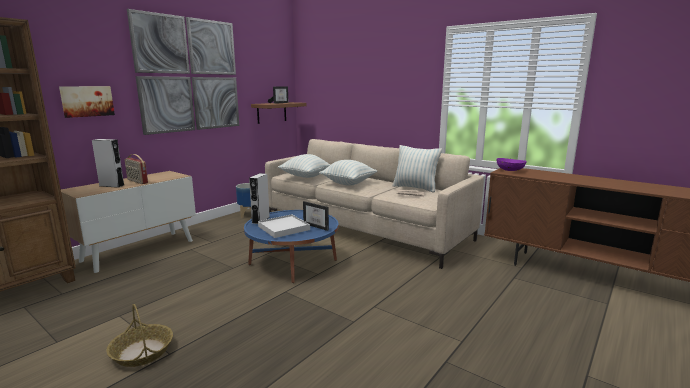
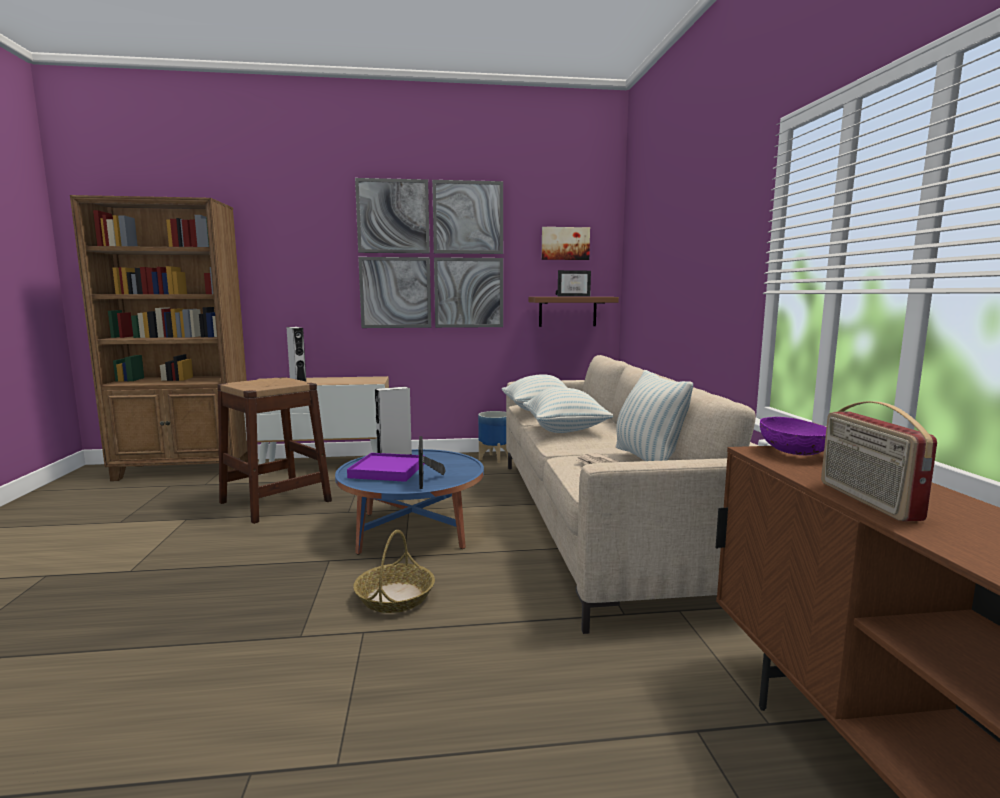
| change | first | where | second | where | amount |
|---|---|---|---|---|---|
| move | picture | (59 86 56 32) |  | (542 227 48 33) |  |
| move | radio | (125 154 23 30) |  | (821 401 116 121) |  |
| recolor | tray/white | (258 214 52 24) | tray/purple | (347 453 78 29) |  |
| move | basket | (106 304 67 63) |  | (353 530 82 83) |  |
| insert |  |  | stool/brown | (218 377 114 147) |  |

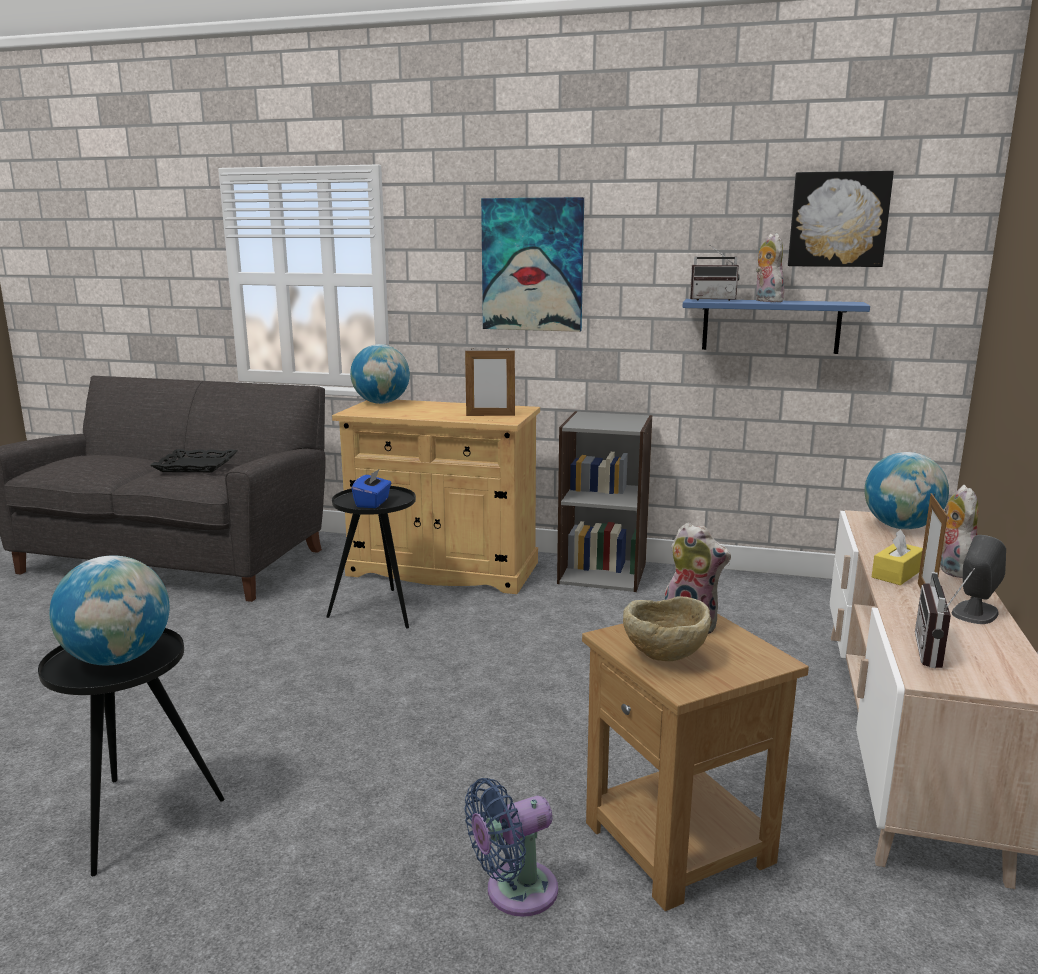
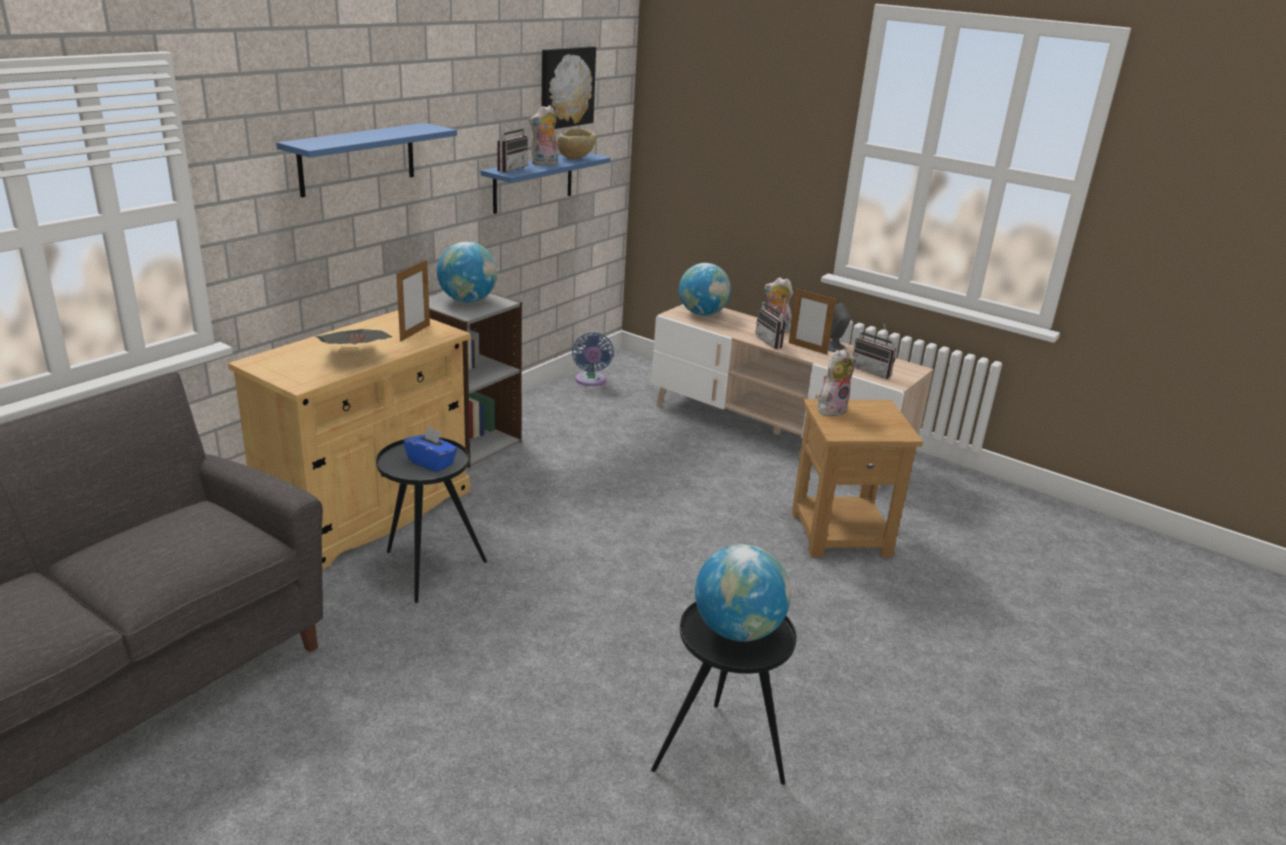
| change | first | where | second | where | amount |
|---|---|---|---|---|---|
| replace | picture | (481 197 103 135) | shelf/blue | (276 123 181 74) |  |
| rotate | plush toy | (756 233 28 69) |  | (529 105 29 61) | 45 degrees counterclockwise |
| move | globe | (350 344 60 60) |  | (437 242 61 60) |  |
| delete | tray/black | (150 449 88 23) |  |  |  |
| replace | tissue box/yellow | (872 529 51 56) | radio | (755 299 31 50) |  |
| move | bowl/beige | (623 597 88 64) |  | (557 128 39 31) |  |
| move | fan/blue | (464 778 94 139) |  | (572 332 42 54) |  |
| insert |  |  | newspaper | (315 329 77 16) |  |

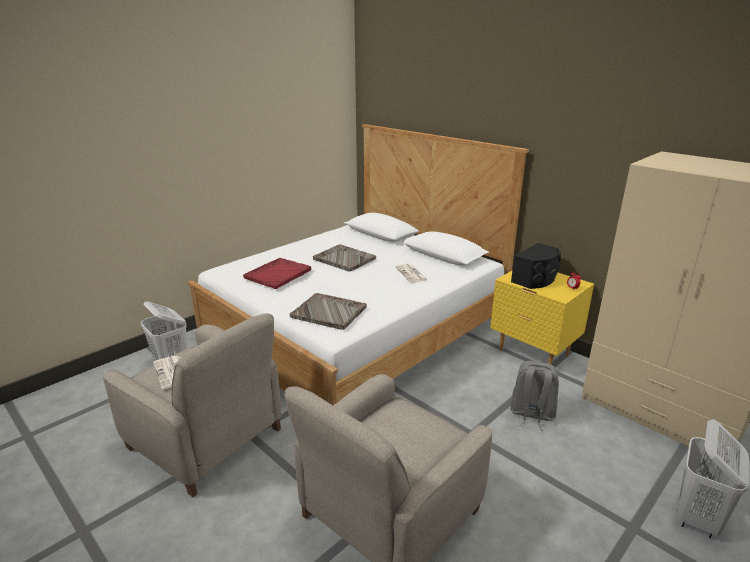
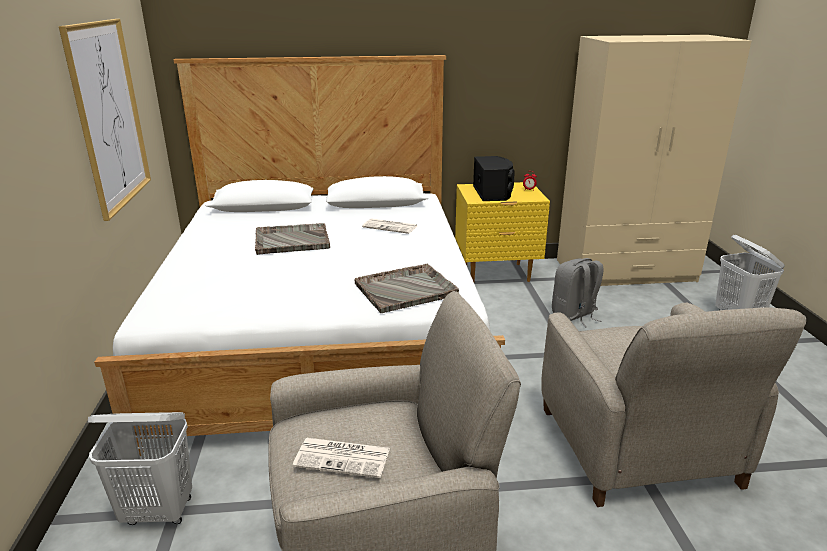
| change | first | where | second | where | amount |
|---|---|---|---|---|---|
| delete | tray/red | (243 258 68 31) |  |  |  |
| insert |  |  | picture | (59 19 92 202) |  |

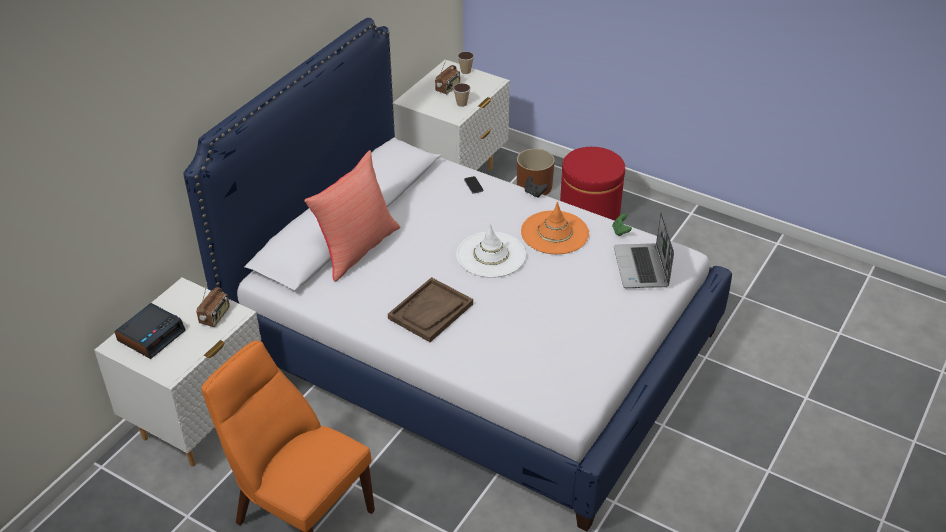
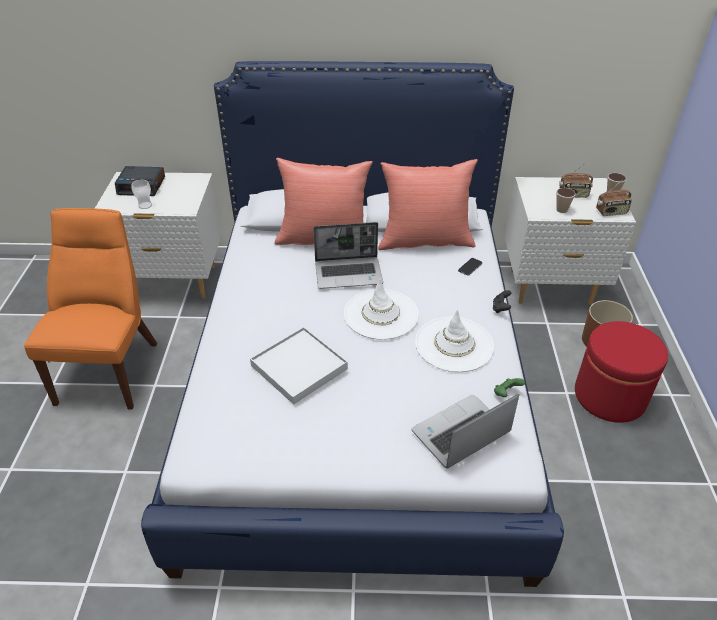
| change | first | where | second | where | amount |
|---|---|---|---|---|---|
| recolor | hat/orange | (521 202 68 52) | hat/white | (415 310 79 62) |  |
| delete | tray/brown | (388 277 85 65) |  |  |  |
| move | radio | (196 282 34 45) |  | (596 181 36 35) |  |
| insert |  |  | pillow/red | (378 159 100 91) |  |
| insert |  |  | cup | (132 180 20 29) |  |
| insert |  |  | laptop | (313 222 70 67) |  |
| insert |  |  | tray/white | (250 327 98 78) |  |

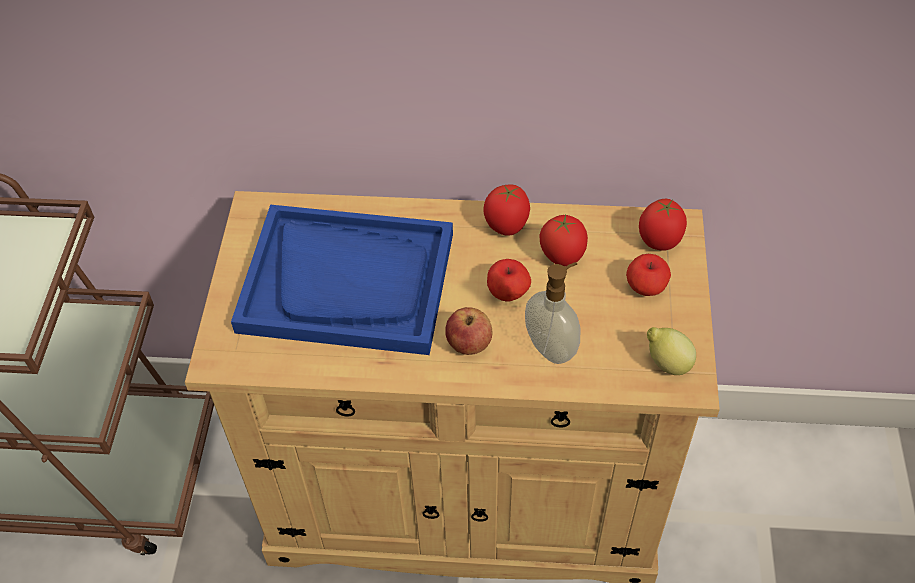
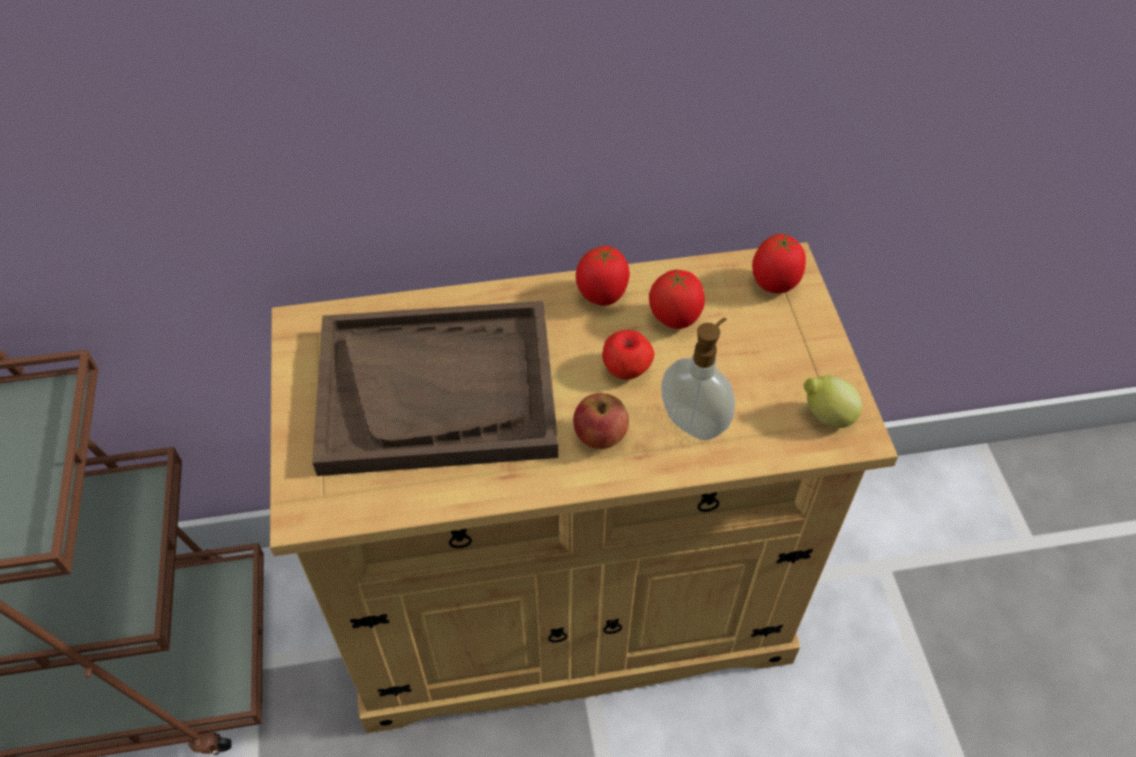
| change | first | where | second | where | amount |
|---|---|---|---|---|---|
| recolor | tray/blue | (231 205 222 150) | tray/brown | (312 301 246 175) |  |
| delete | apple | (626 254 45 42) |  |  |  |

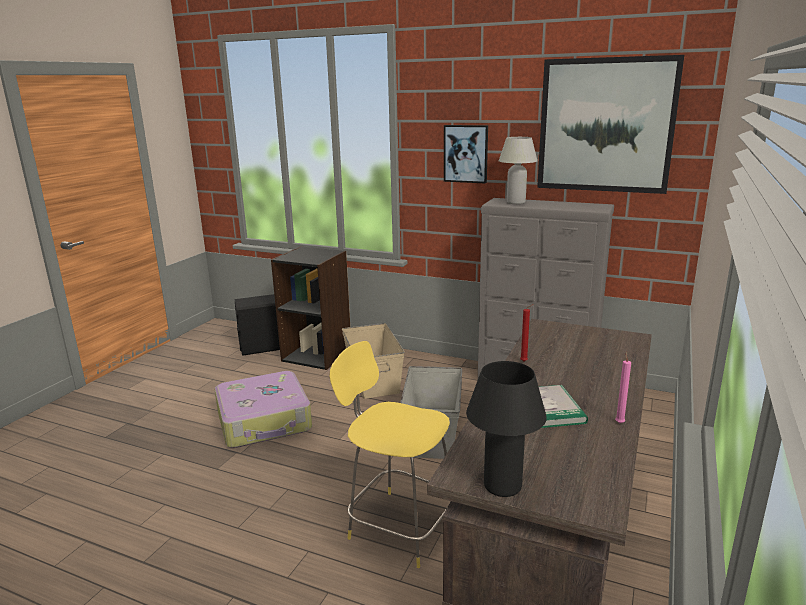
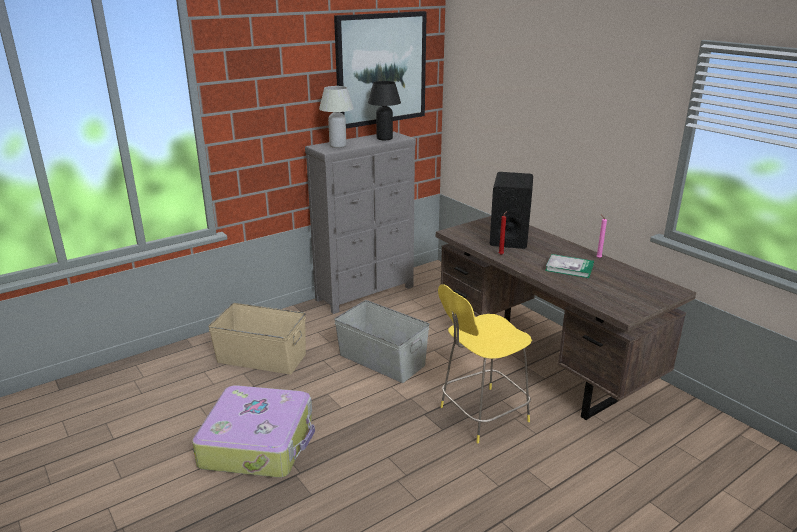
| change | first | where | second | where | amount |
|---|---|---|---|---|---|
| delete | picture | (444 125 44 59) |  |  |  |
| delete | bookcase/black | (271 246 79 124) |  |  |  |
| move | speaker/black | (234 294 46 62) |  | (490 172 43 77) |  |
| move | table lamp/black | (466 361 81 136) |  | (368 81 33 59) |  |

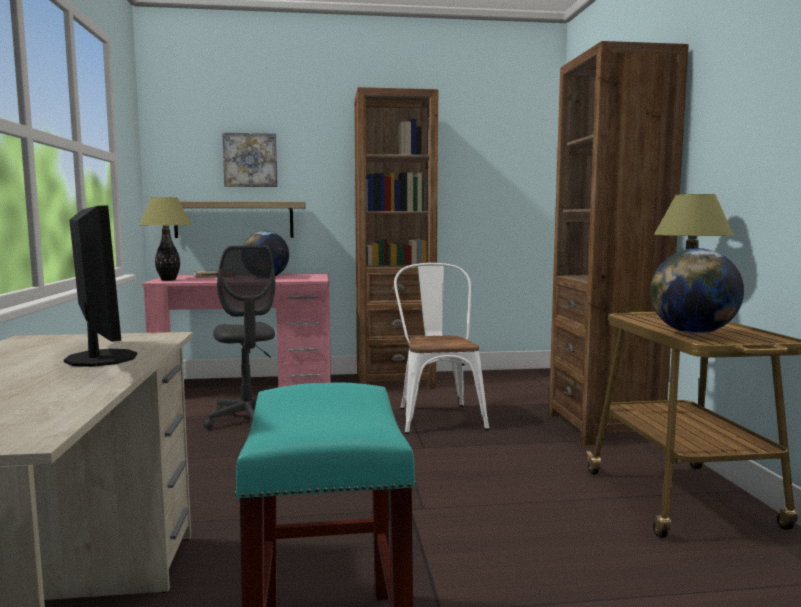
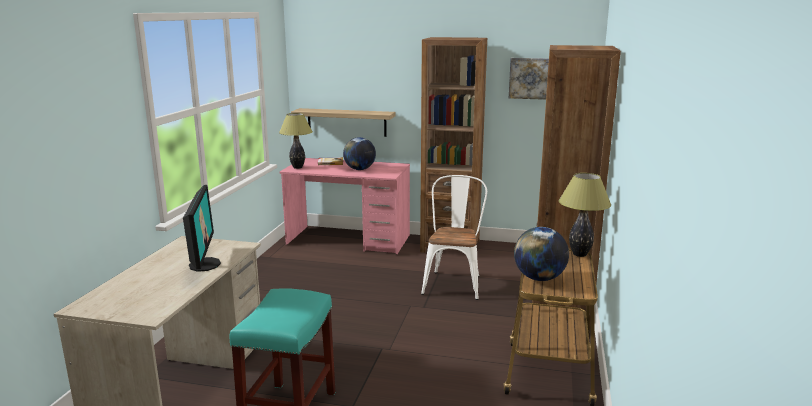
| change | first | where | second | where | amount |
|---|---|---|---|---|---|
| move | picture | (222 133 56 54) |  | (509 58 40 42) |  |
| delete | office chair/grey | (204 245 71 185) |  |  |  |

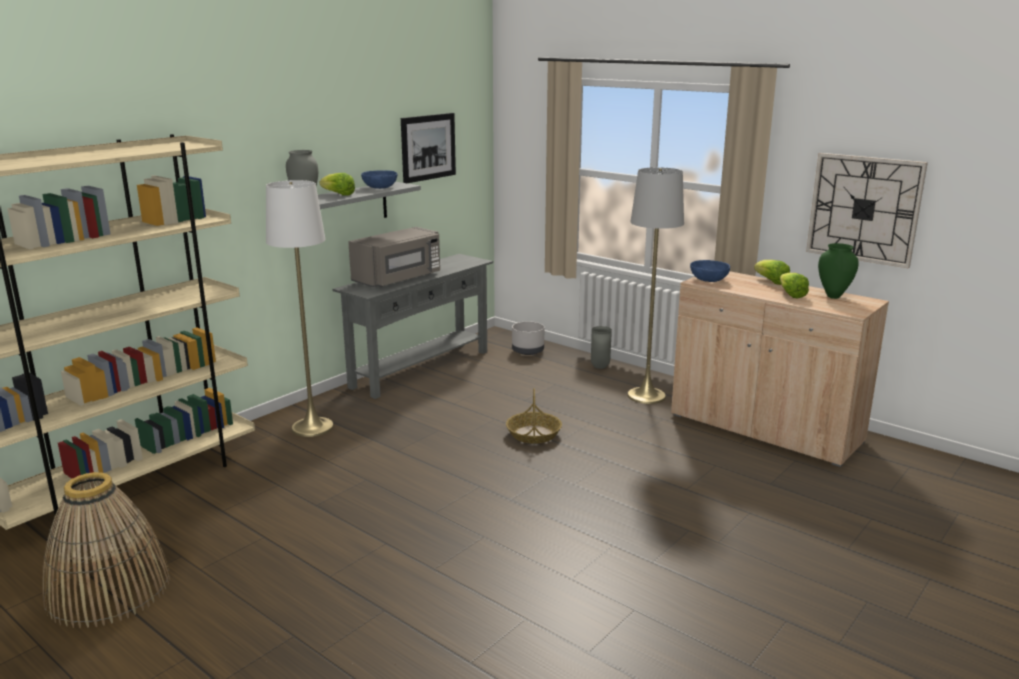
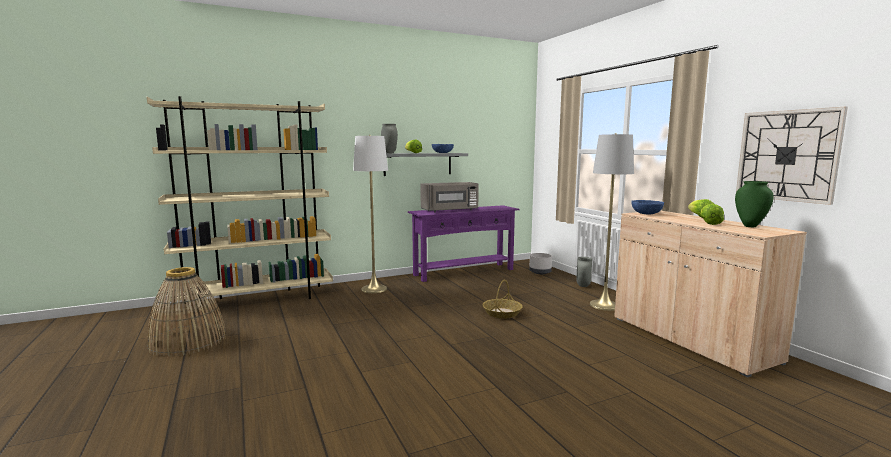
| change | first | where | second | where | amount |
|---|---|---|---|---|---|
| delete | picture | (401 113 55 70) |  |  |  |
| recolor | console table/grey | (332 254 161 145) | console table/purple | (408 205 111 77) |  |

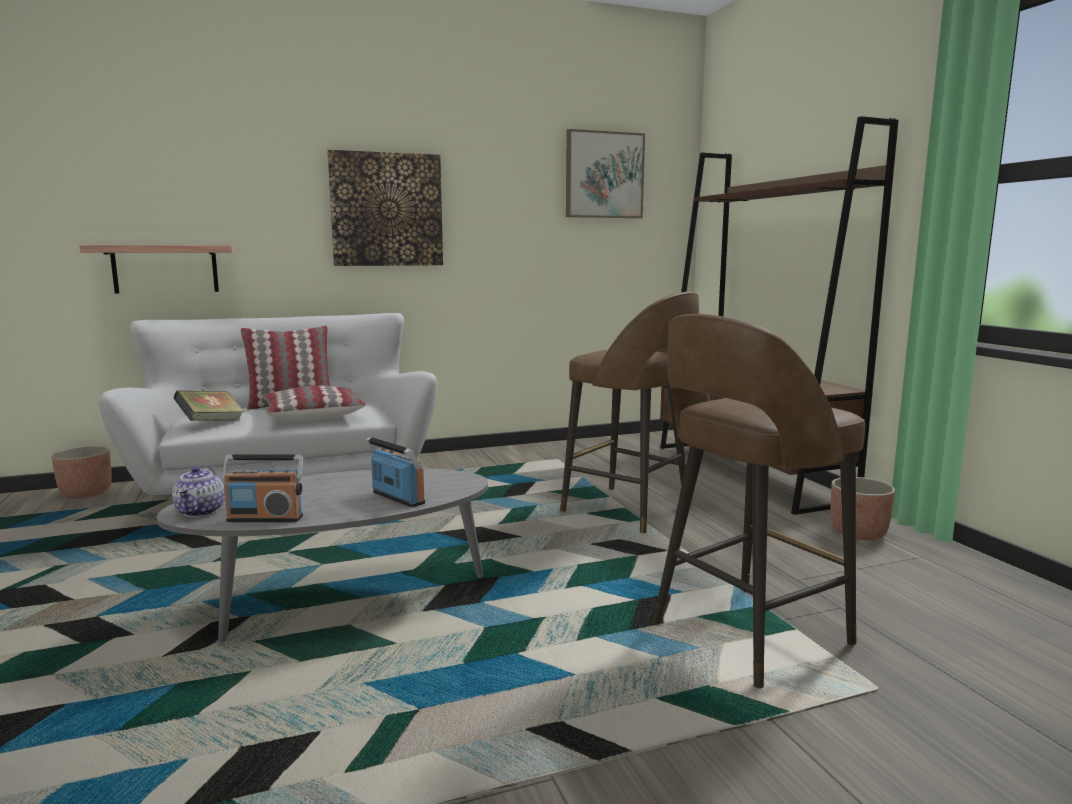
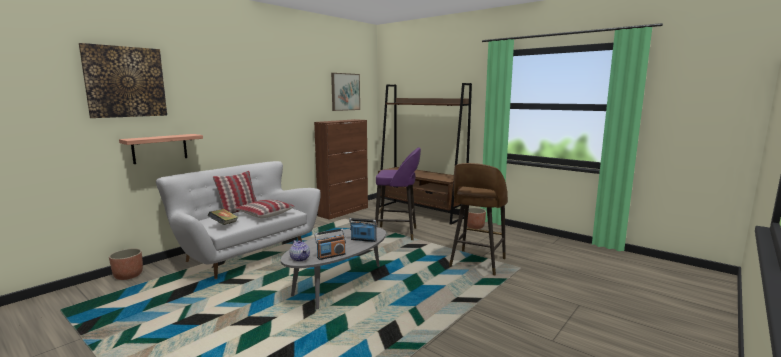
| change | first | where | second | where | amount |
|---|---|---|---|---|---|
| move | picture | (327 150 116 116) |  | (79 43 88 75) |  |
| recolor | stool/brown | (560 292 139 241) | stool/purple | (375 147 46 93) |  |
| insert |  |  | cabinet/brown | (314 119 54 101) |  |

